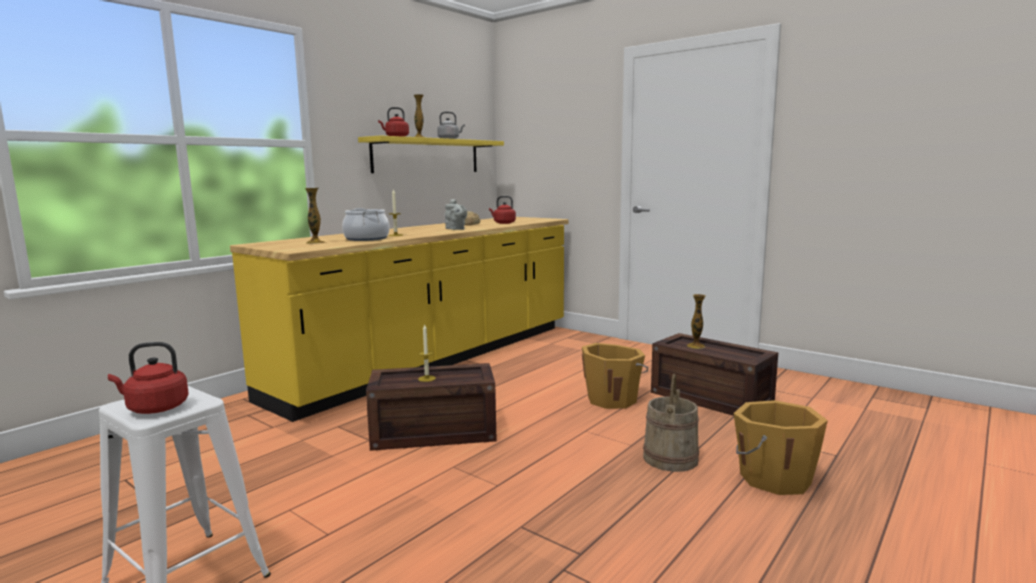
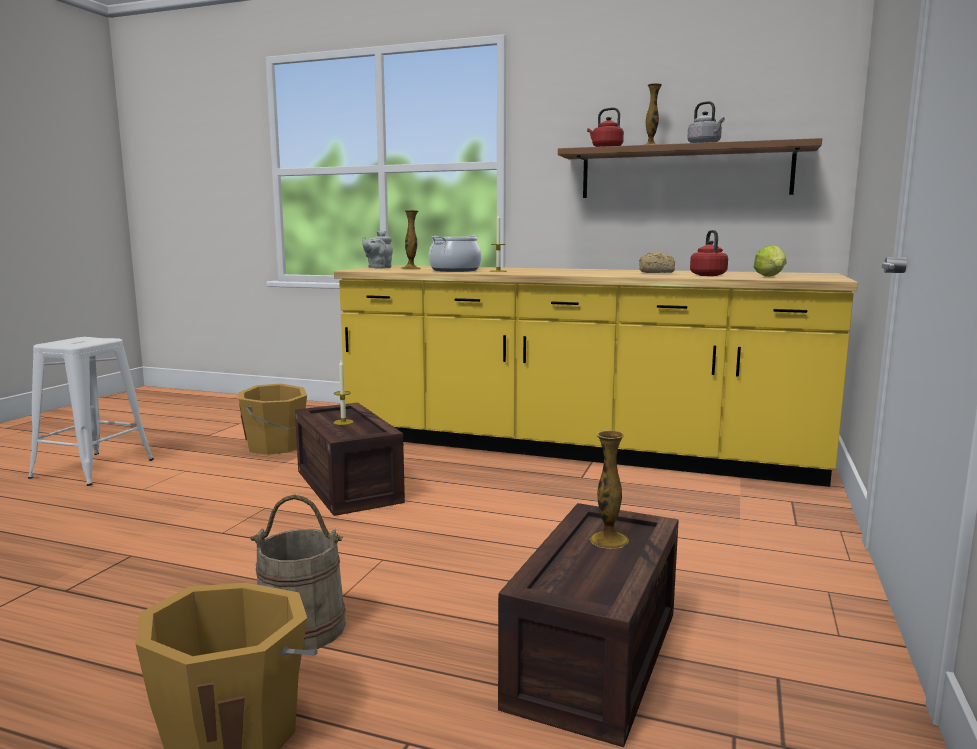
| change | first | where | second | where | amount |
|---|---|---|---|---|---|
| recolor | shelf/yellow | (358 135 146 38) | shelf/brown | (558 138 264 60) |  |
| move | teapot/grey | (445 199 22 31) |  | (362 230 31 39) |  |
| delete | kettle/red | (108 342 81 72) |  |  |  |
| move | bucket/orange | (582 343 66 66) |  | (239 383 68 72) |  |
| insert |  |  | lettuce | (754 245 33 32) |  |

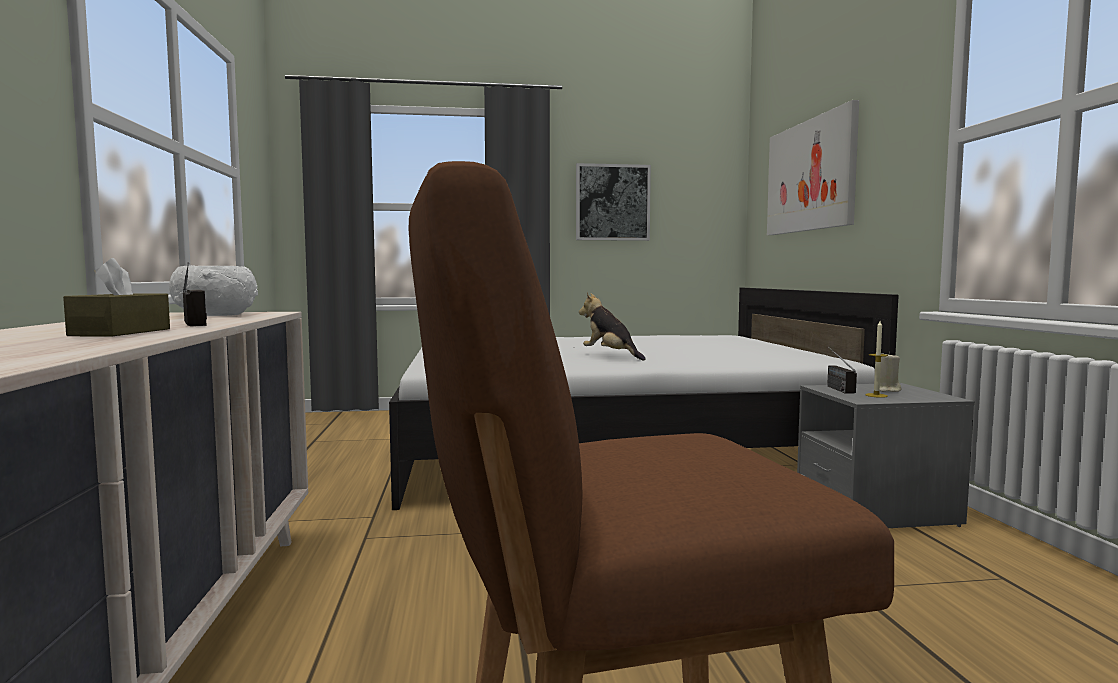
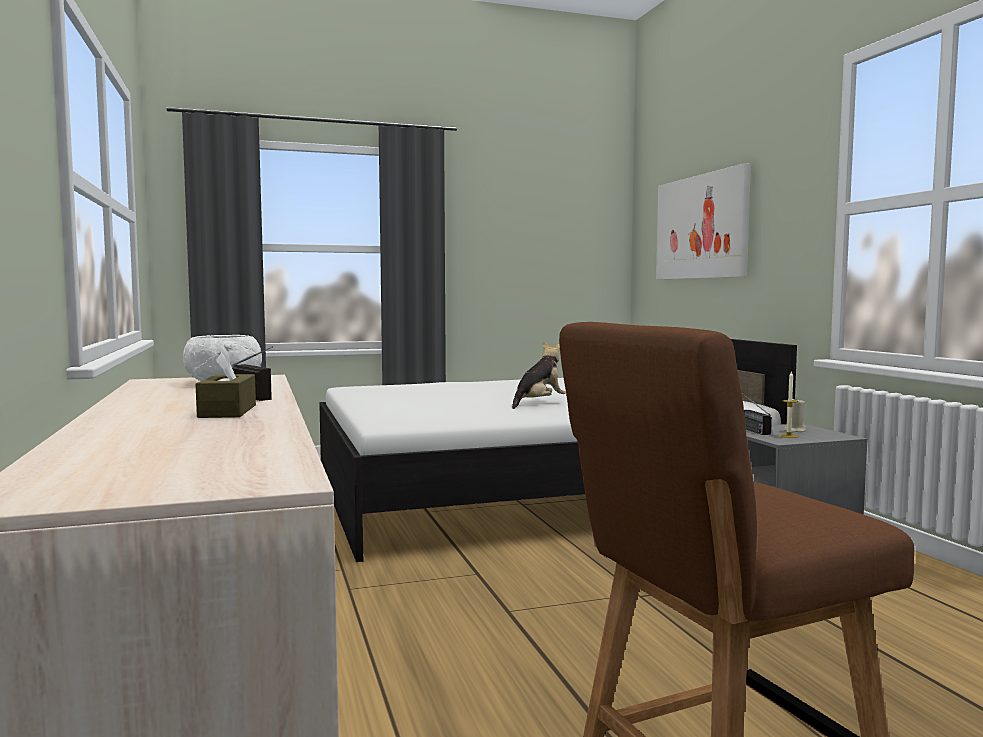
| change | first | where | second | where | amount |
|---|---|---|---|---|---|
| delete | picture | (576 163 75 78) |  |  |  |
| rotate | plush toy | (579 292 66 69) |  | (512 342 54 67) | 90 degrees clockwise |

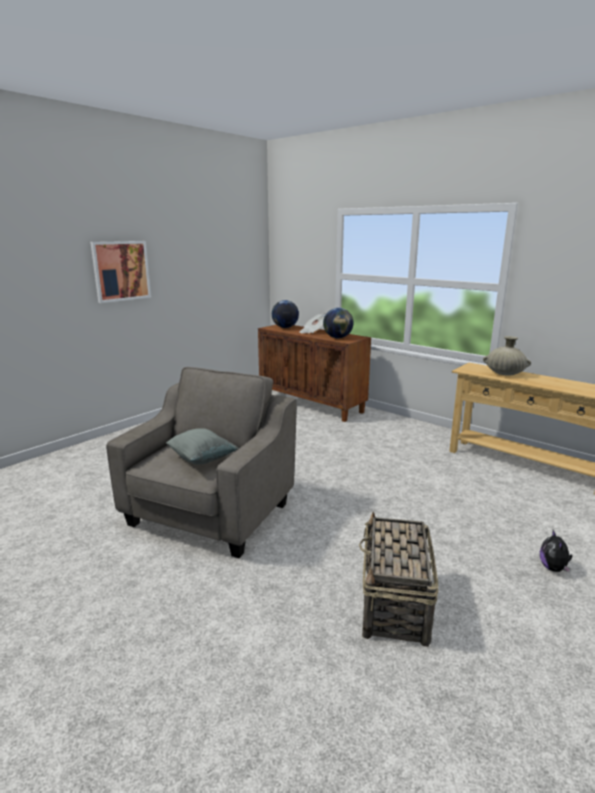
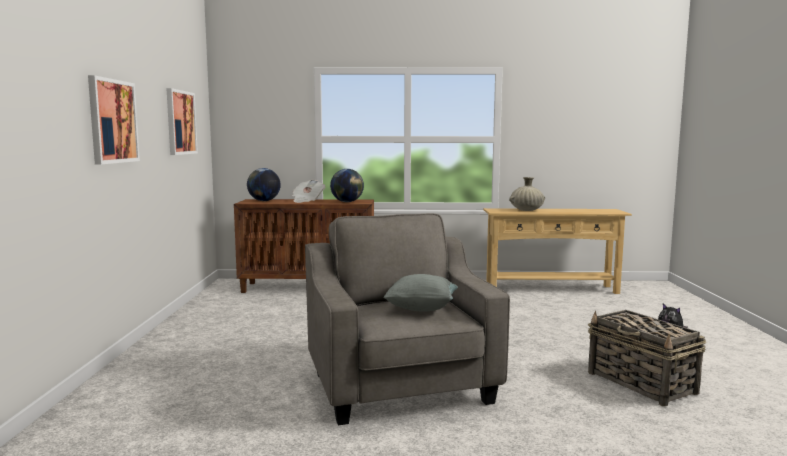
| change | first | where | second | where | amount |
|---|---|---|---|---|---|
| insert |  |  | picture | (166 88 32 67) |  |

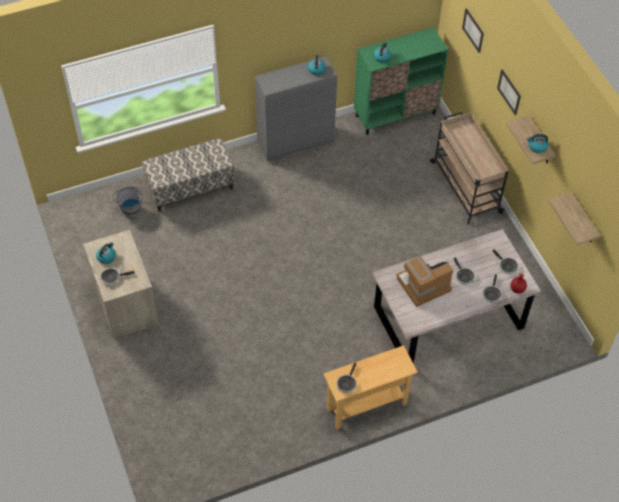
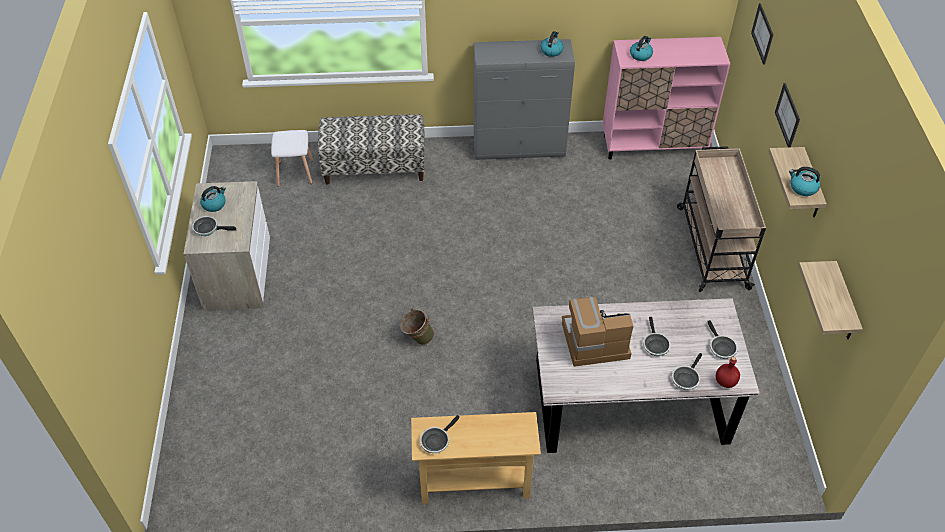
| change | first | where | second | where | amount |
|---|---|---|---|---|---|
| recolor | cabinet/green | (354 27 94 108) | cabinet/pink | (603 37 128 123) |  |
| replace | bucket/grey | (112 186 31 31) | stool/white | (271 130 42 56) |  |
| insert |  |  | bucket/green | (400 308 34 37) |  |

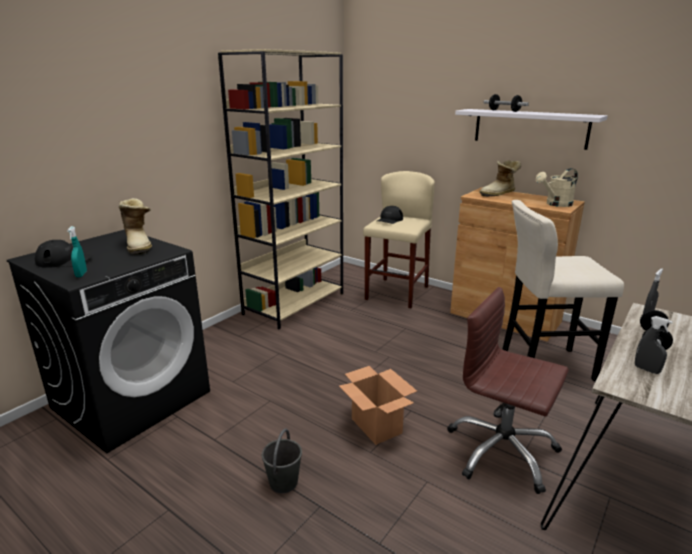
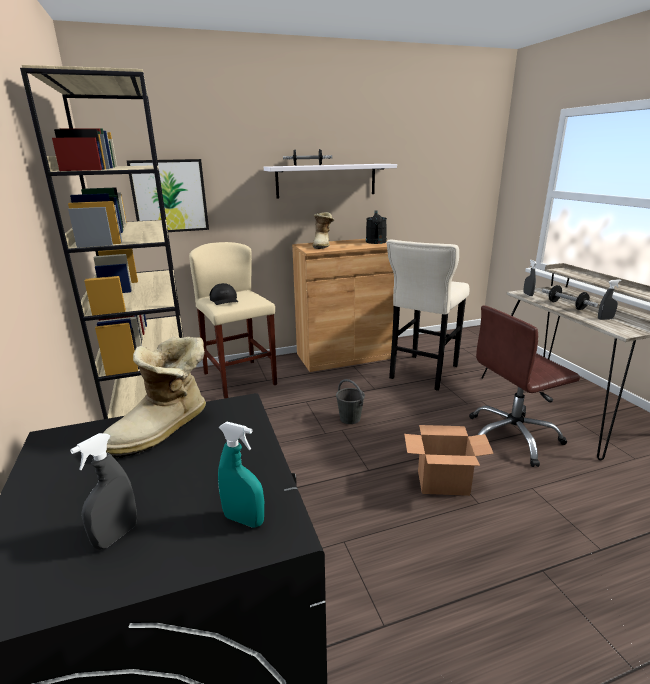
| change | first | where | second | where | amount |
|---|---|---|---|---|---|
| recolor | watering can/beige | (536 168 42 39) | watering can/black | (366 210 21 34) |  |
| rotate | boot | (119 198 33 57) |  | (103 336 103 122) | 120 degrees clockwise |
| replace | cap/black | (35 240 58 28) | spray bottle/grey | (70 433 67 117) |  |
| move | bucket/grey | (261 428 41 65) |  | (336 379 29 45) |  |
| insert |  |  | picture | (126 159 83 73) |  |

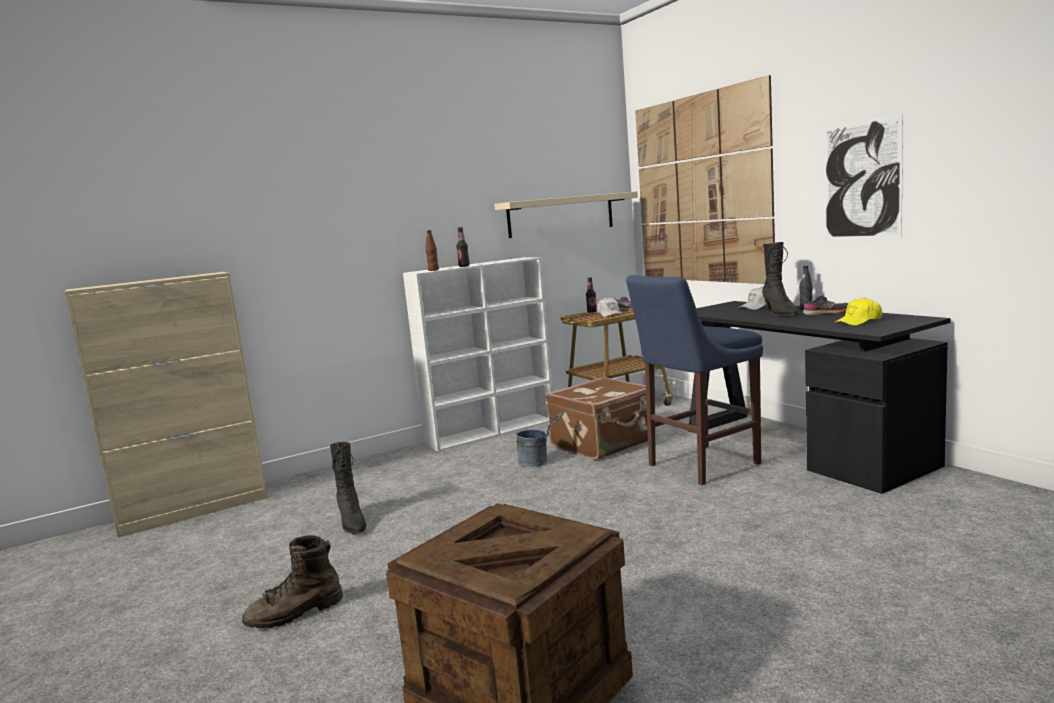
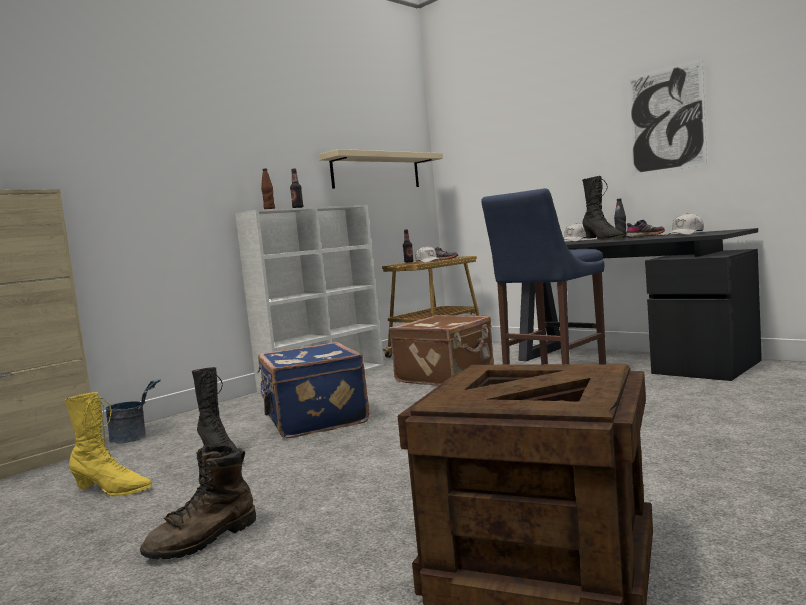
| change | first | where | second | where | amount |
|---|---|---|---|---|---|
| delete | picture | (635 75 140 209) |  |  |  |
| recolor | cap/yellow | (834 297 48 29) | cap/white | (666 213 38 23) |  |
| move | bucket/grey | (516 413 47 54) |  | (106 379 55 65) |  |
| insert |  |  | suitcase/blue | (257 342 113 97) |  |
| insert |  |  | boot/yellow | (65 392 87 104) |  |

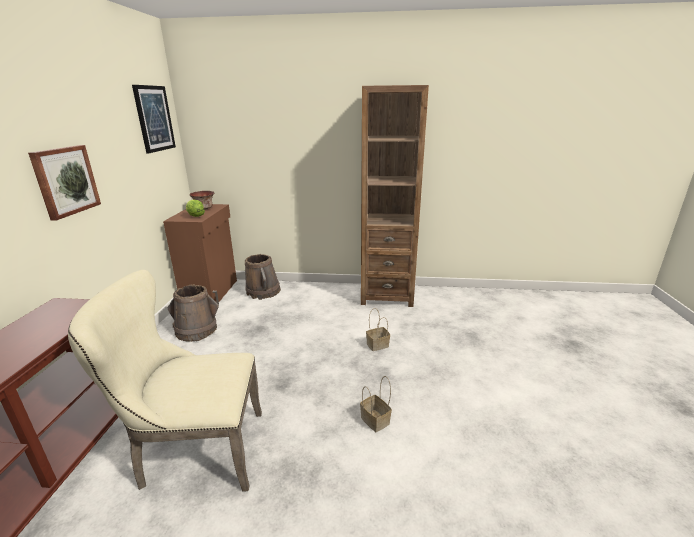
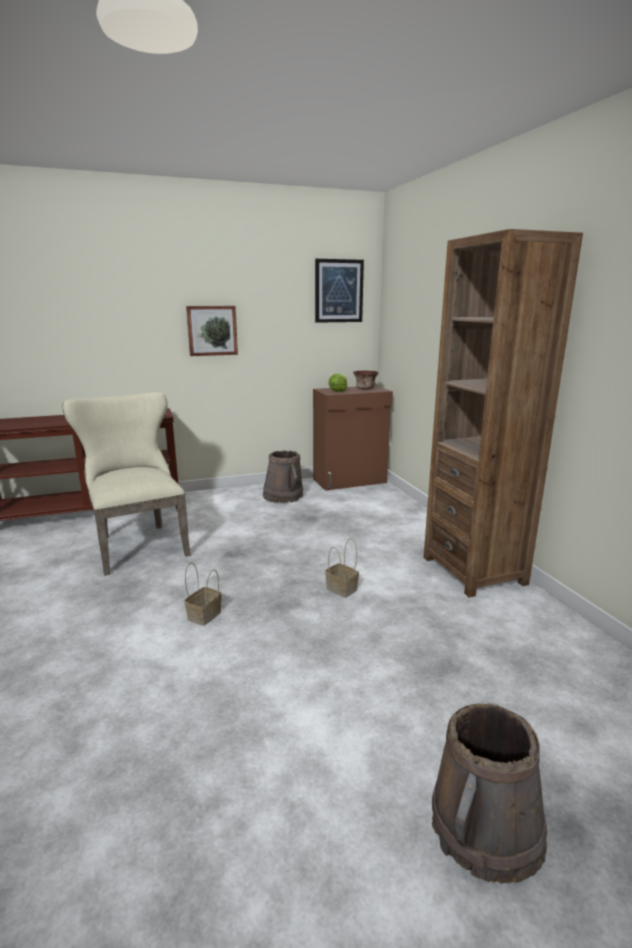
| change | first | where | second | where | amount |
|---|---|---|---|---|---|
| move | bucket/brown | (245 254 36 46) |  | (432 703 115 181) |  |

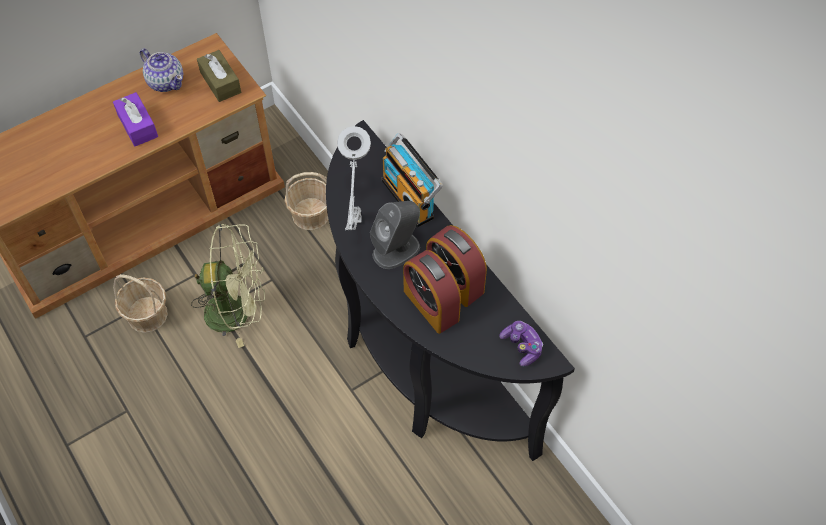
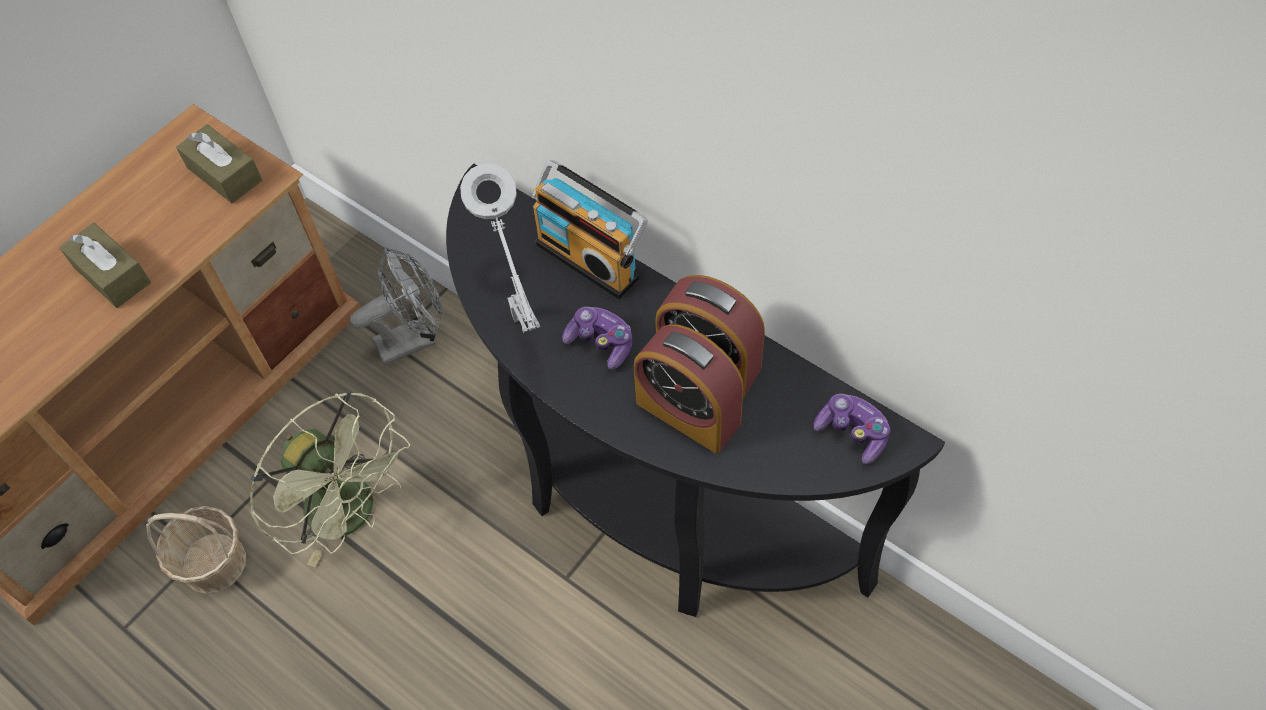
| change | first | where | second | where | amount |
|---|---|---|---|---|---|
| delete | teapot | (140 48 43 44) |  |  |  |
| recolor | tissue box/purple | (113 92 45 55) | tissue box/brown | (59 223 92 85) |  |
| replace | basket | (284 172 45 58) | fan/grey | (350 248 92 117) |  |
| replace | speaker/grey | (370 201 50 68) | game controller | (562 307 71 63) |  |
| rotate | fan/green | (191 224 74 124) |  | (250 391 160 176) | 60 degrees clockwise |

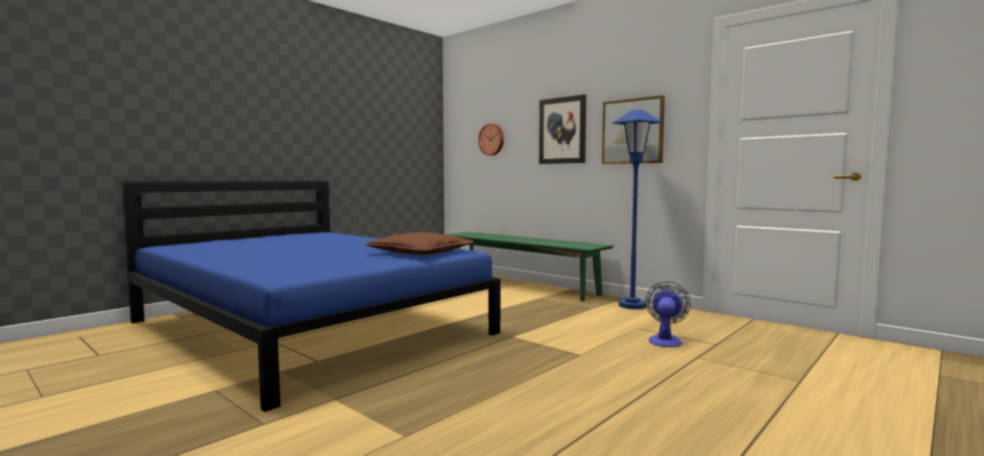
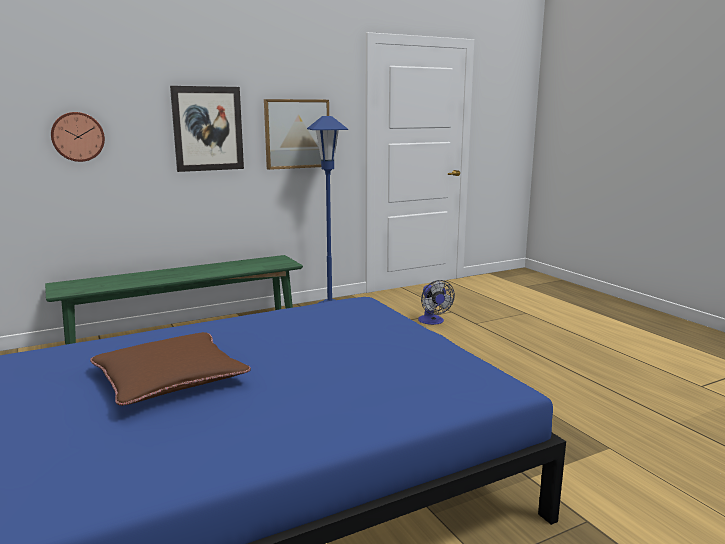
| change | first | where | second | where | amount |
|---|---|---|---|---|---|
| move | pillow/brown | (365 232 109 23) |  | (90 332 161 74) |  |
| rotate | fan | (646 282 45 65) |  | (418 280 37 45) | 150 degrees counterclockwise |

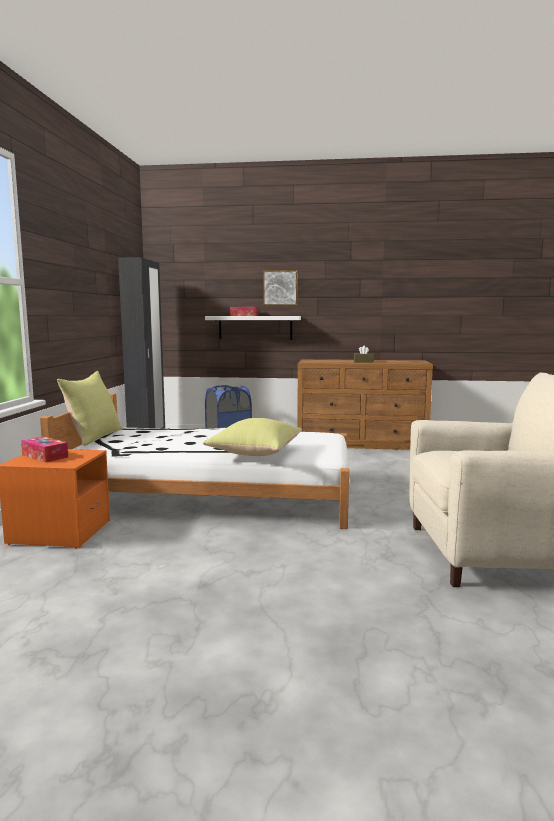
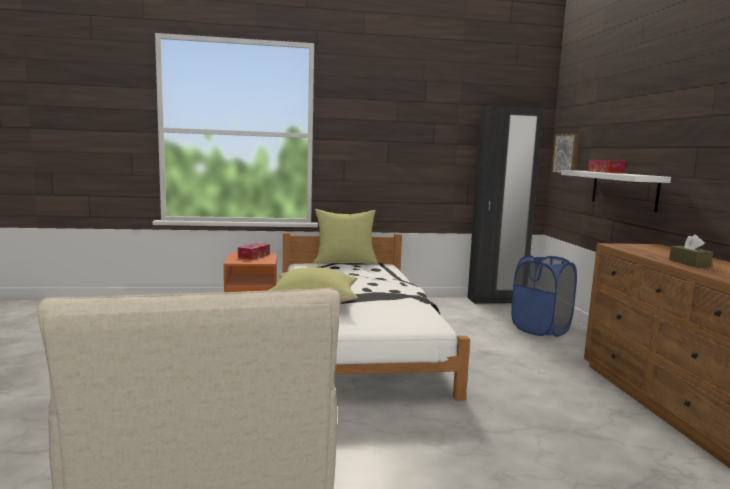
| change | first | where | second | where | amount |
|---|---|---|---|---|---|
| move | picture | (263 270 35 36) |  | (552 133 28 41) |  |

